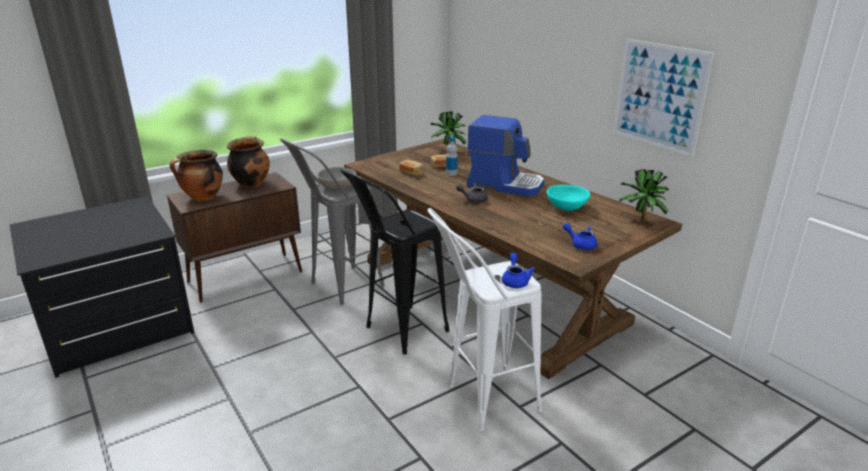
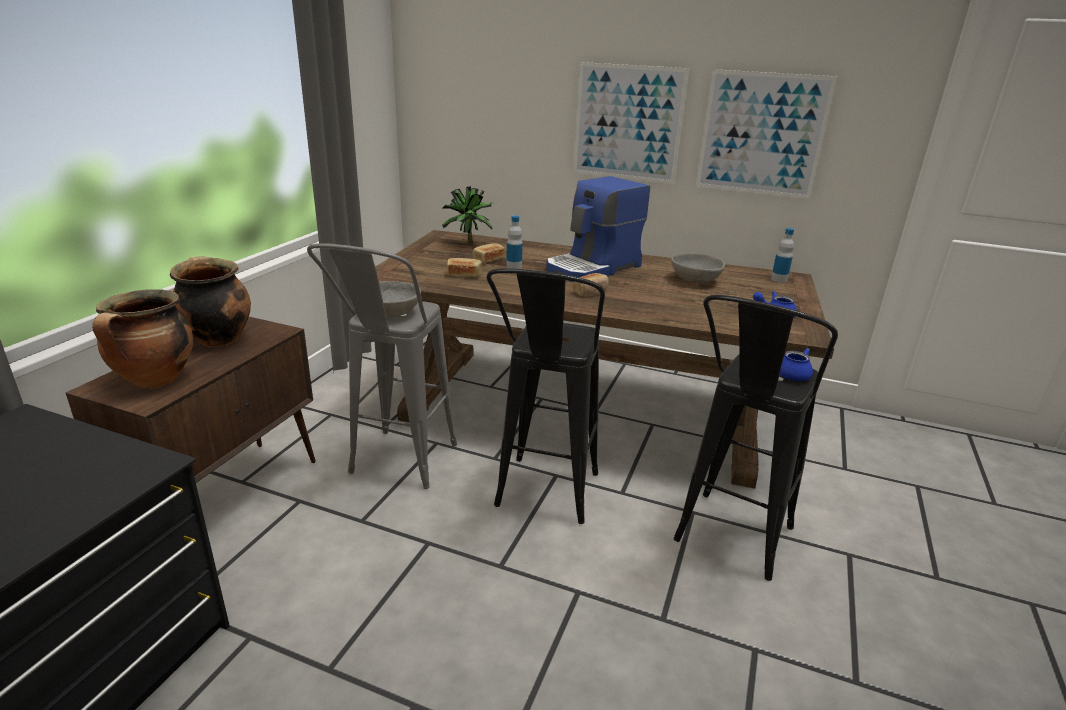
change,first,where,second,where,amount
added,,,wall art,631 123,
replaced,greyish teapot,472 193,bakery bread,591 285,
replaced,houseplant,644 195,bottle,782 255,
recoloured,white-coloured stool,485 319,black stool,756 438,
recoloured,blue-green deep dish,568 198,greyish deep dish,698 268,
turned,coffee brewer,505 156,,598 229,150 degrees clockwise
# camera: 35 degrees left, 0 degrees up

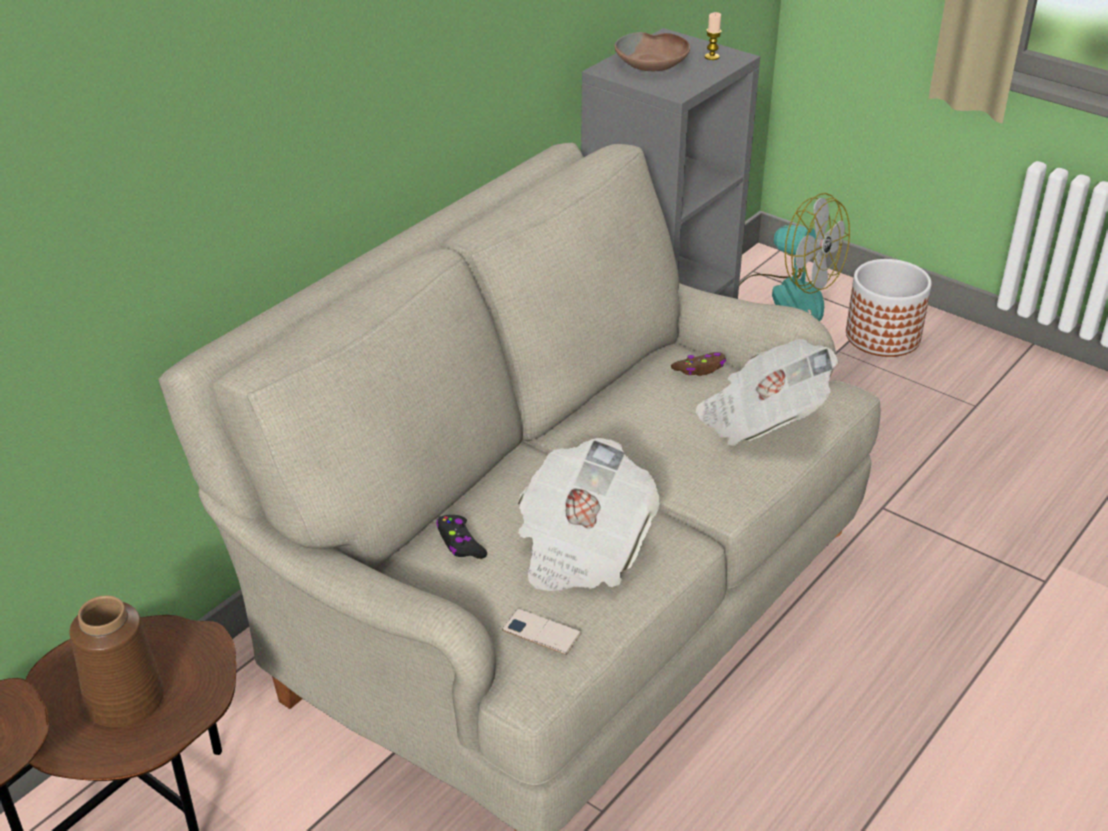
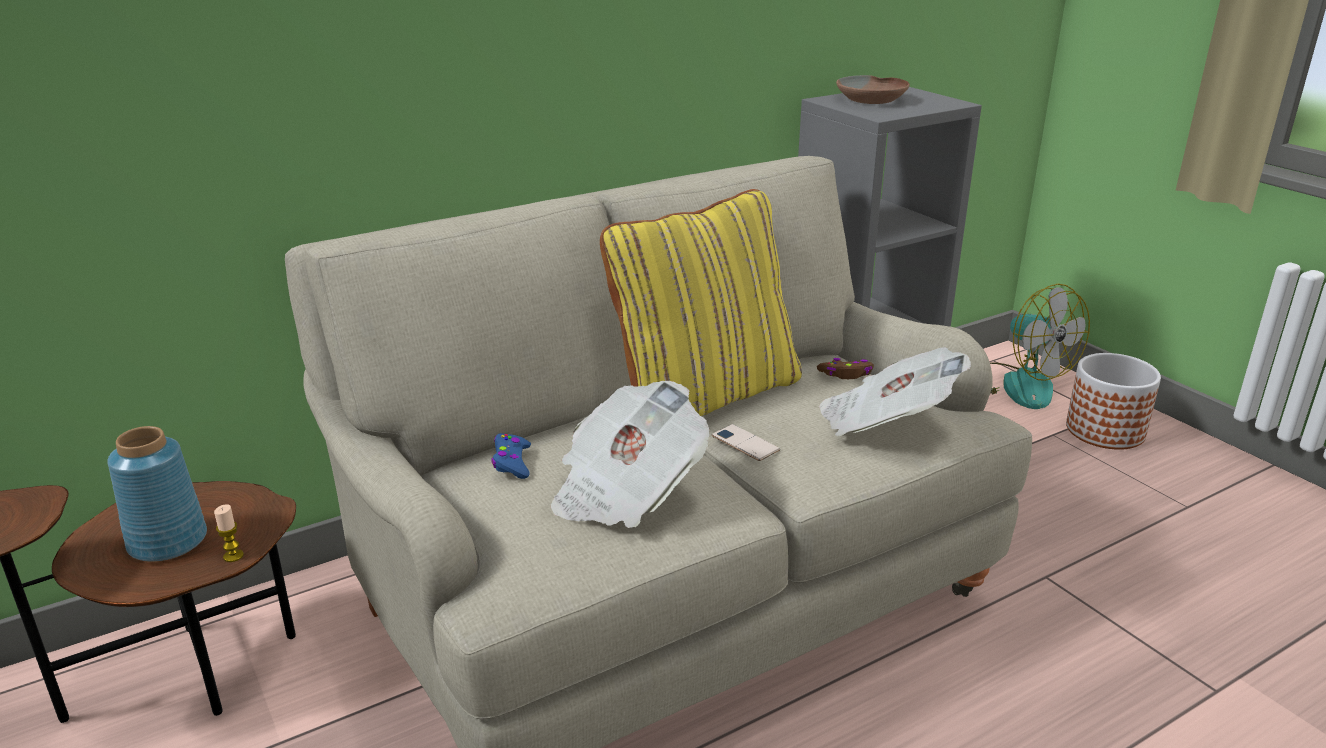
change,first,where,second,where,amount
added,,,yellowish throw pillow,701 302,
moved,handset,541 631,,745 442,
moved,wax candle,713 36,,229 533,
recoloured,brown decorative vase,117 661,bluish decorative vase,157 494,
recoloured,black gamepad,461 537,bluish gamepad,511 456,
# camera: 20 degrees right, 10 degrees down

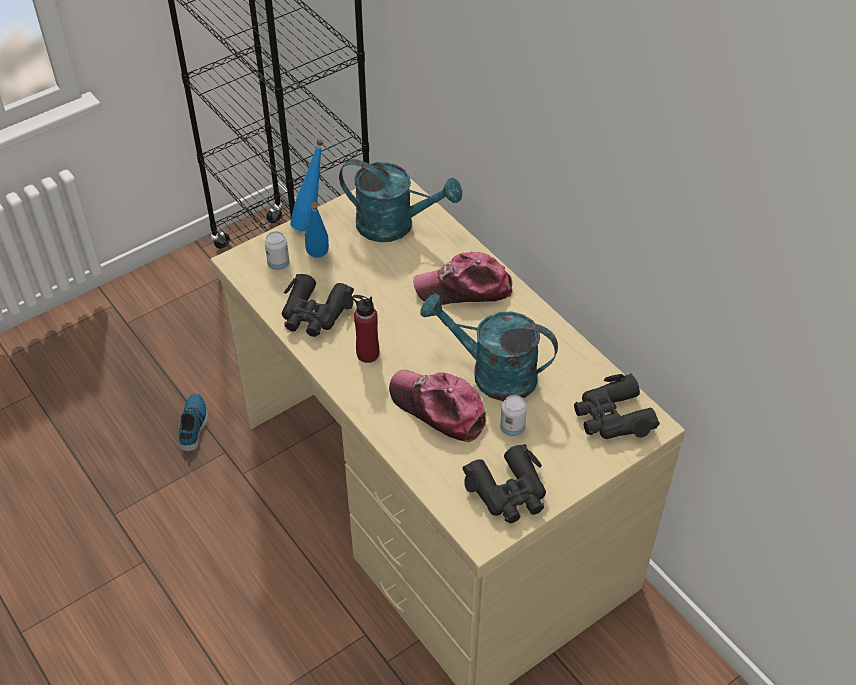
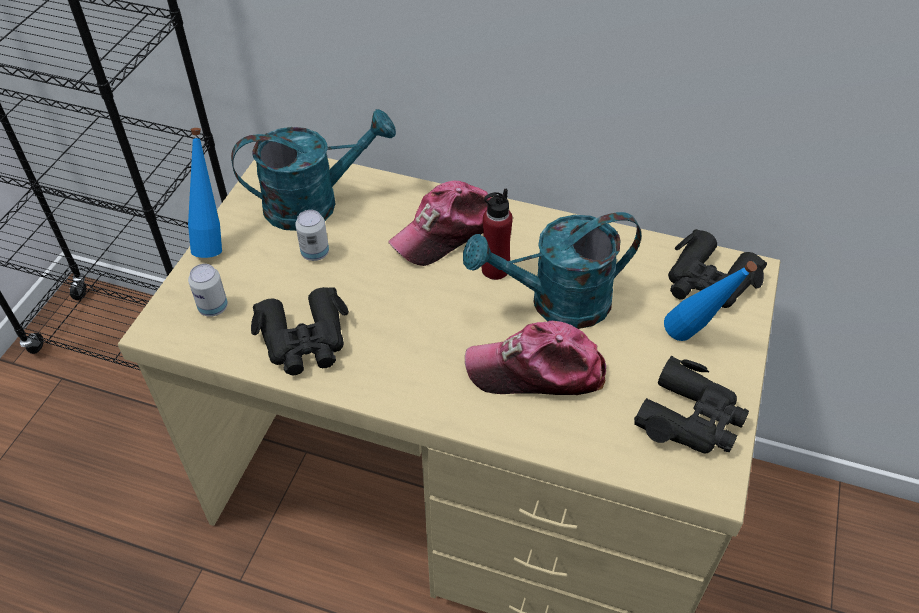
change,first,where,second,where,amount
removed,low shoe,193 422,,,
moved,bluish bottle,317 230,,710 301,
moved,reddish bottle,365 329,,497 234,
moved,metal can,513 416,,312 235,
# camera: 35 degrees left, 0 degrees up

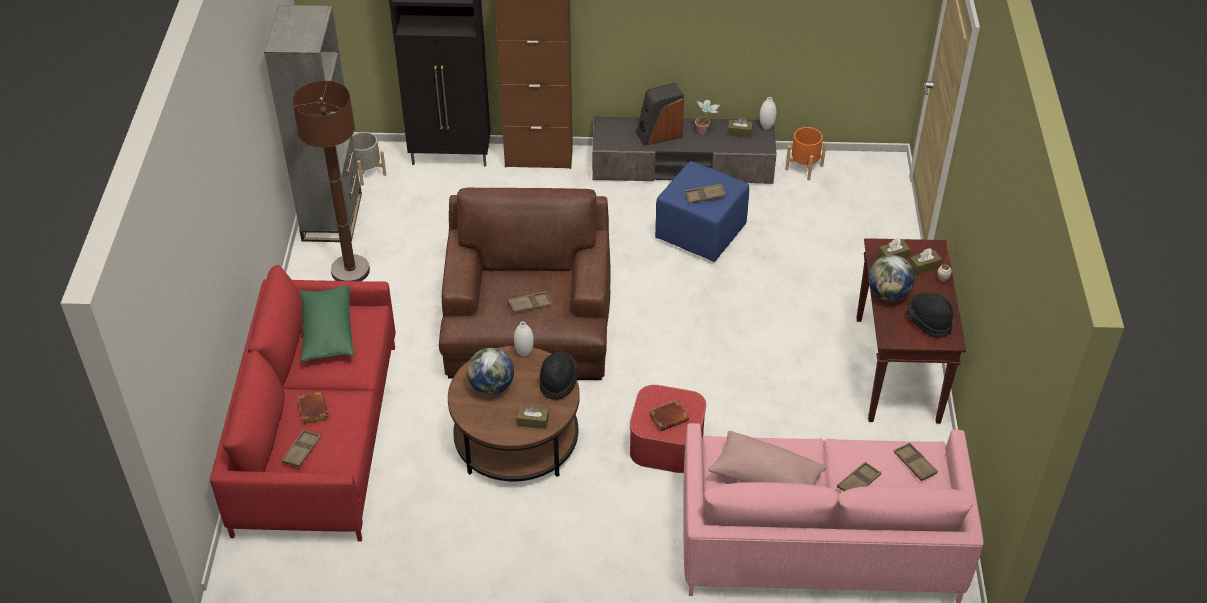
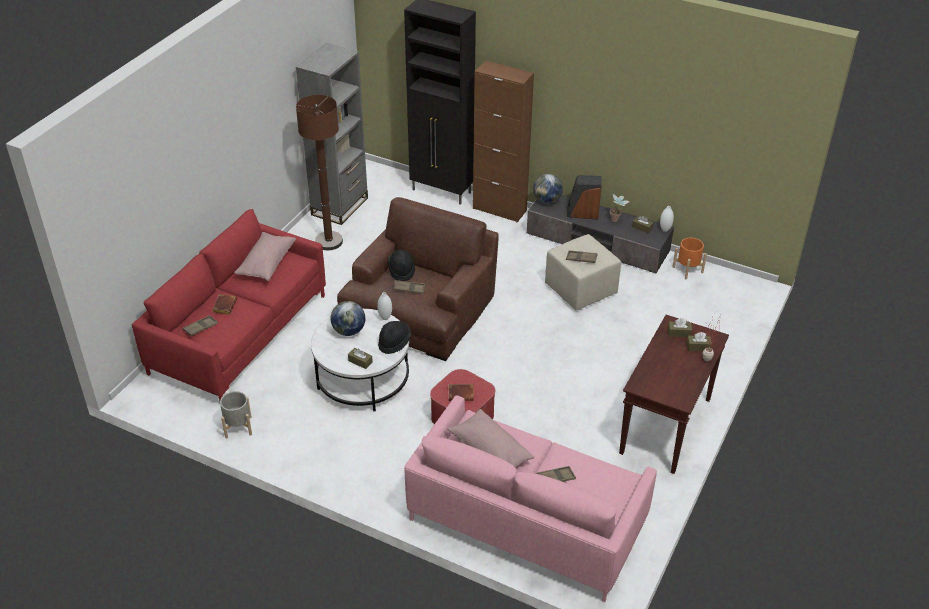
change,first,where,second,where,amount
removed,brown serving tray,916 461,,,
moved,greyish flower pot,369 159,,236 414,
moved,globe,891 278,,548 189,
moved,black clothing hat,930 315,,401 265,
recoloured,greenish throw pillow,326 323,pink-coloured throw pillow,265 256,
recoloured,brown lounge table,514 413,white-coloured lounge table,360 360,
recoloured,bluish footrest,702 211,beige-coloured footrest,583 272,
# camera: 25 degrees right, 5 degrees down

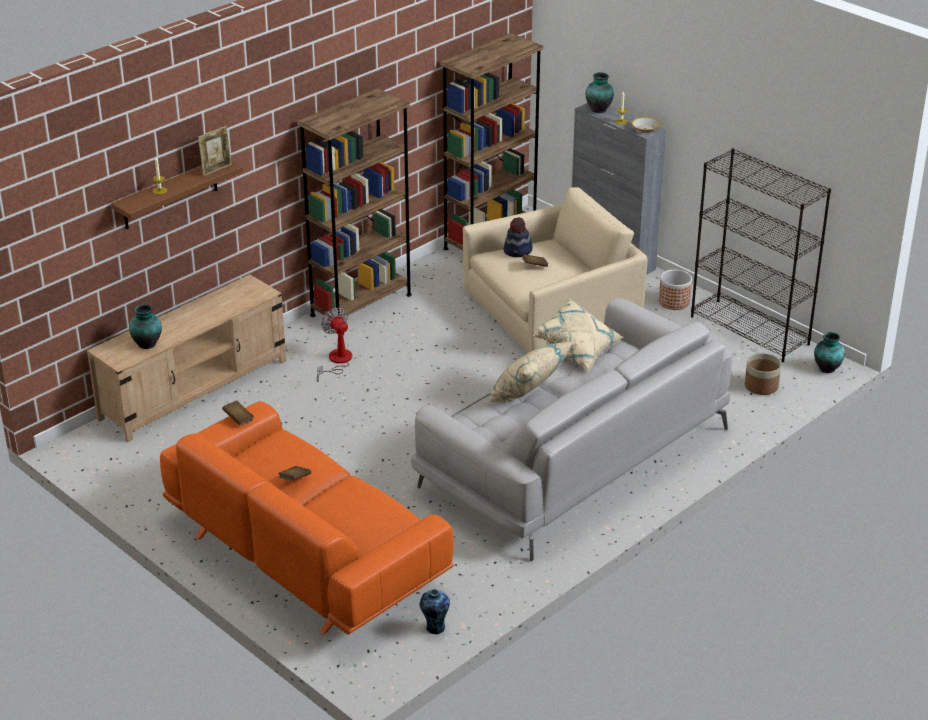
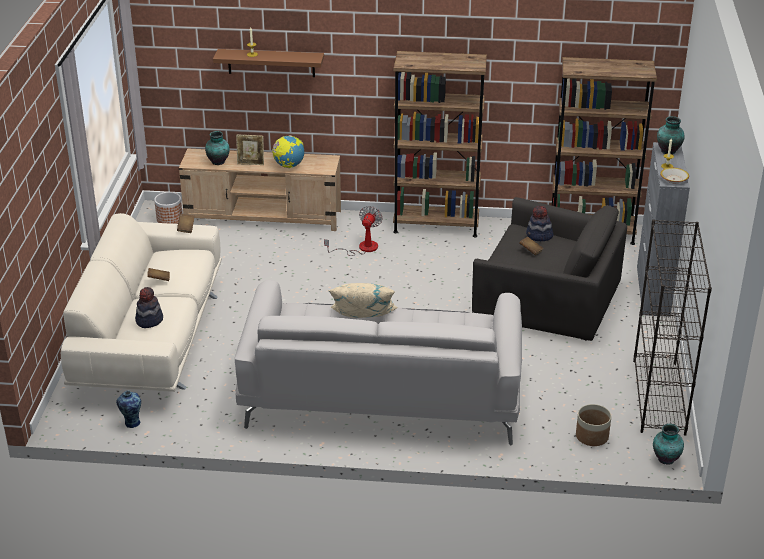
change,first,where,second,where,amount
removed,beige-coloured throw pillow,578 335,,,
added,,,clothing hat,149 307,
added,,,globe,288 151,
moved,photo frame,215 151,,250 149,
moved,flower pot,675 290,,168 208,
recoloured,orangey couch,307 518,beige-coloured couch,141 302,
recoloured,beige-coloured easy chair,555 270,black easy chair,549 269,
# camera: 50 degrees right, 0 degrees up

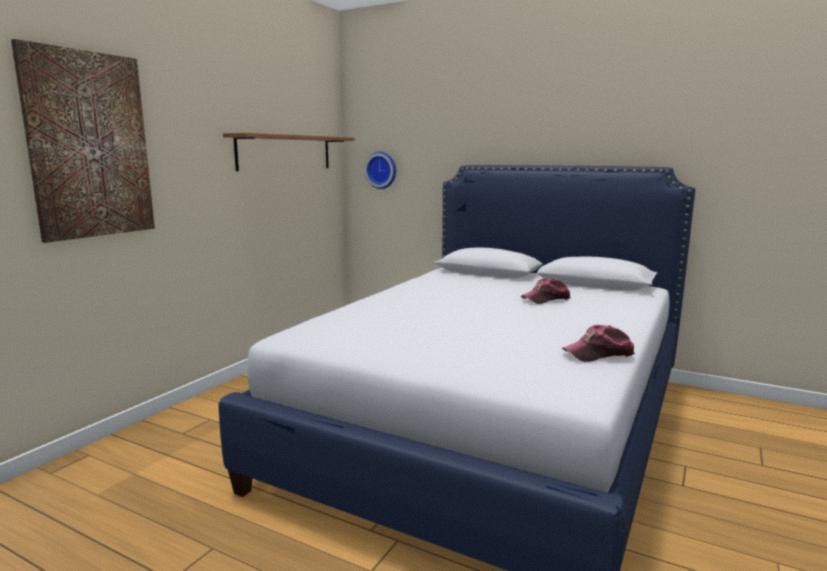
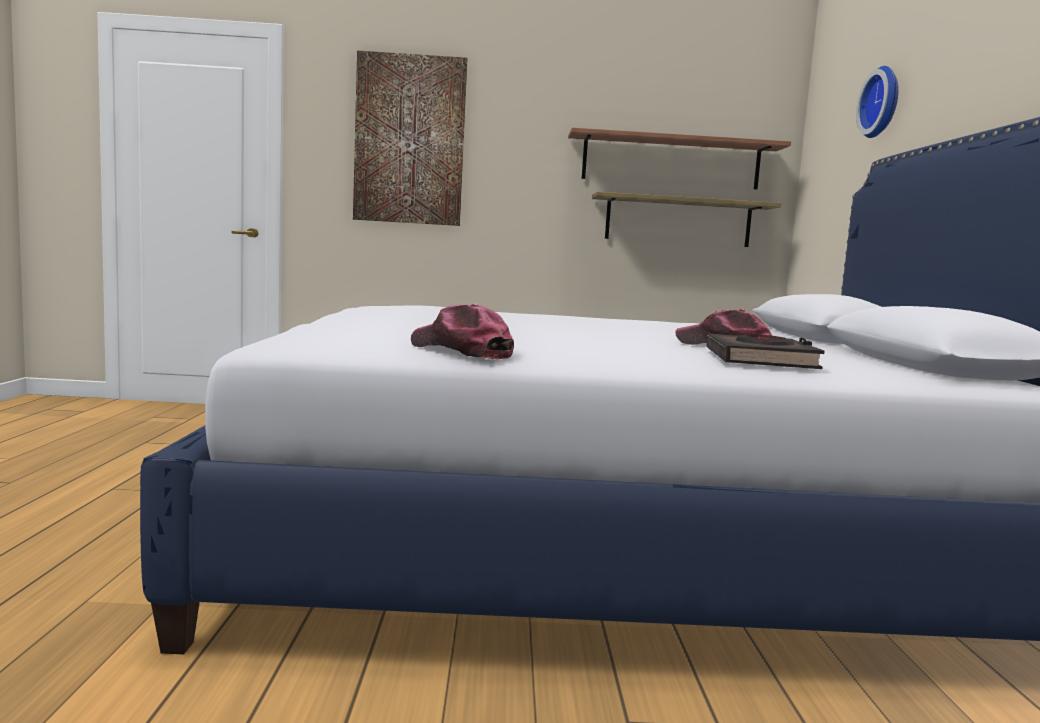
change,first,where,second,where,amount
added,,,shelf,687 219,
added,,,black book,765 351,
moved,clock on the wall,380 170,,877 102,
# camera: 60 degrees right, 5 degrees down

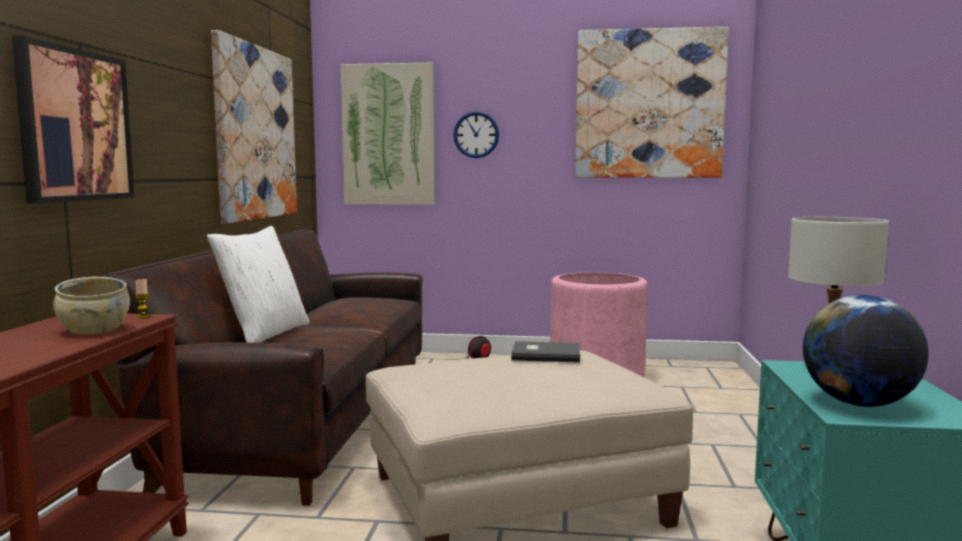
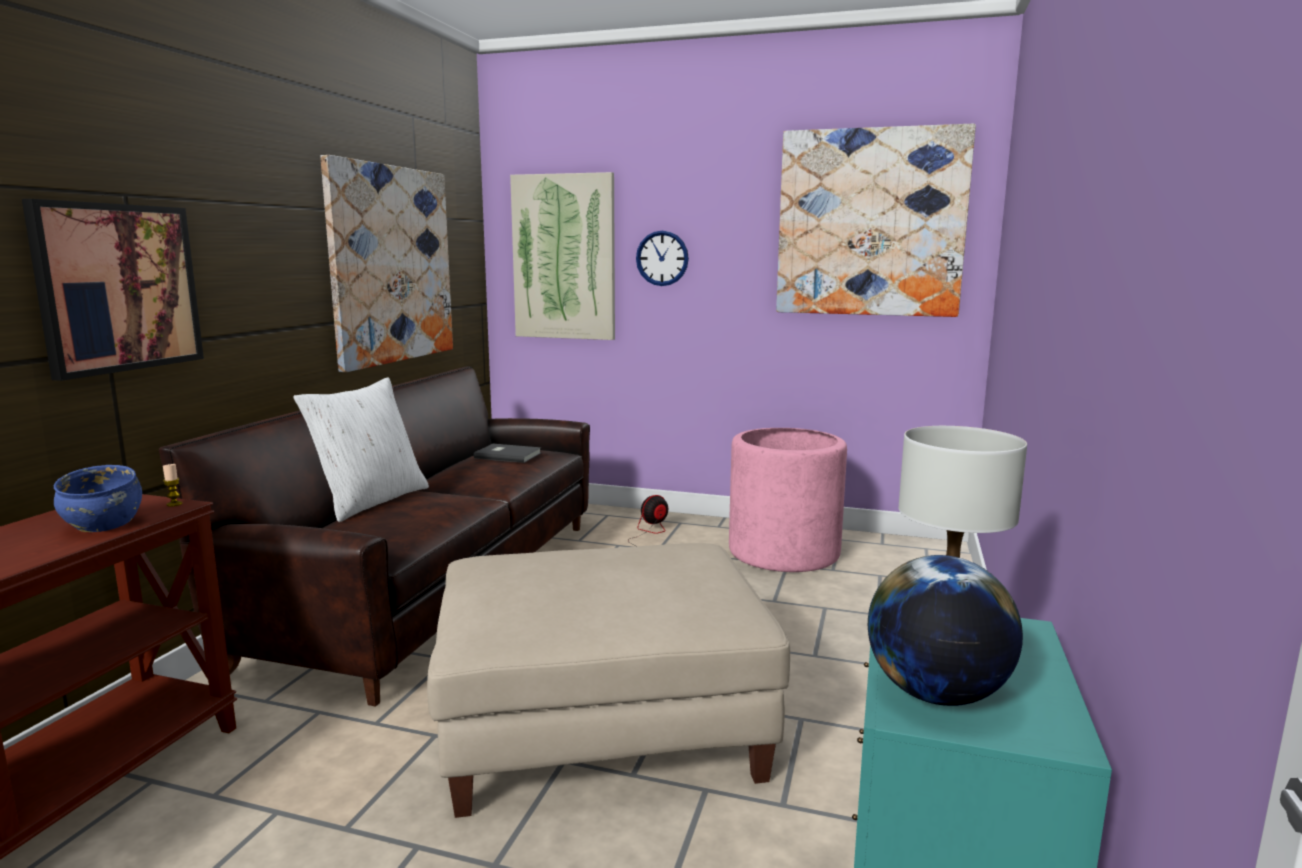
change,first,where,second,where,amount
moved,greyish book,545 352,,507 453,
recoloured,beige-coloured deep dish,91 306,bluish deep dish,98 498,
# camera: 10 degrees right, 5 degrees up

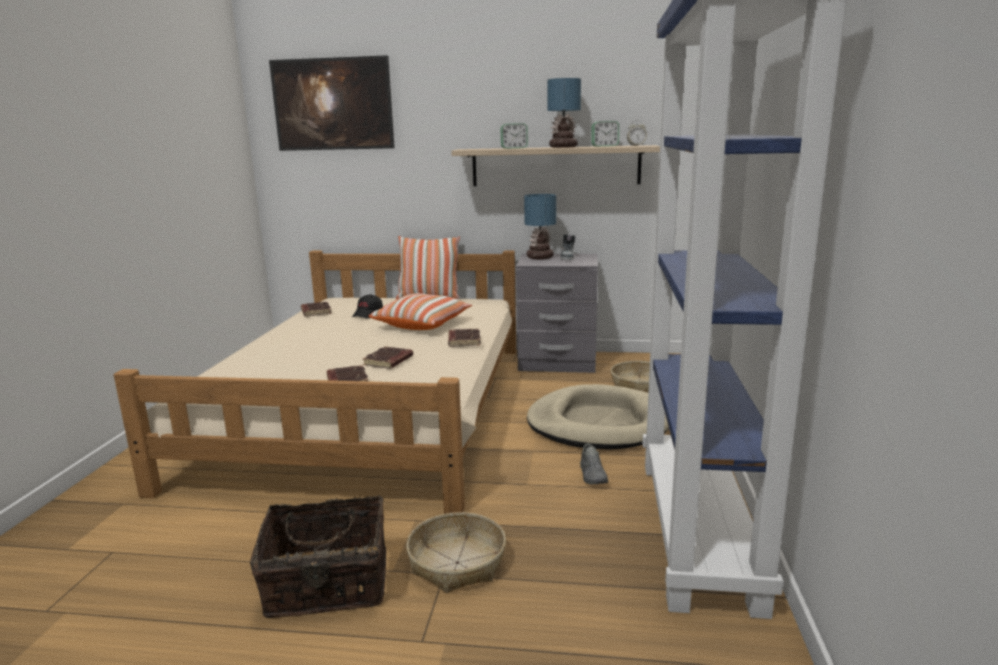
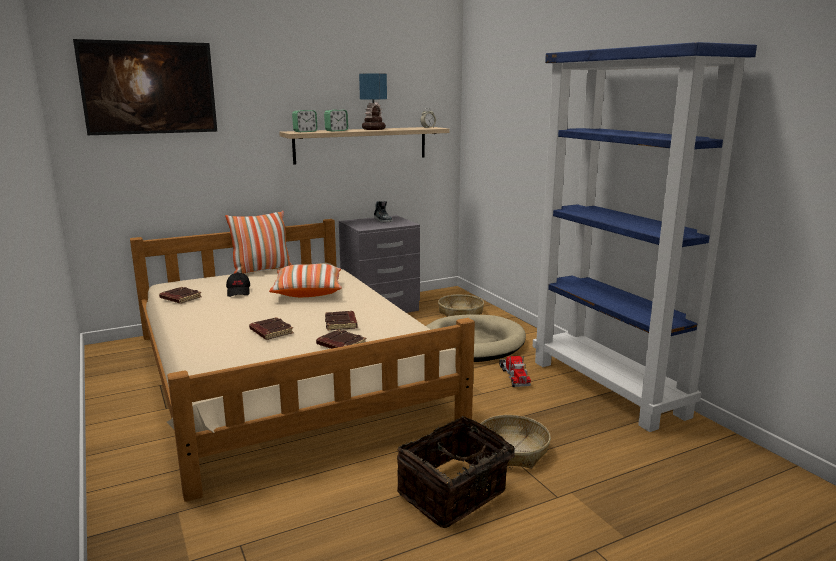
change,first,where,second,where,amount
removed,lamp for a table,540 226,,,
moved,brown book,464 338,,271 328,
moved,alarm clock,605 134,,305 121,
replaced,greyish low shoe,594 464,model truck,515 371,
# camera: 35 degrees left, 0 degrees up

